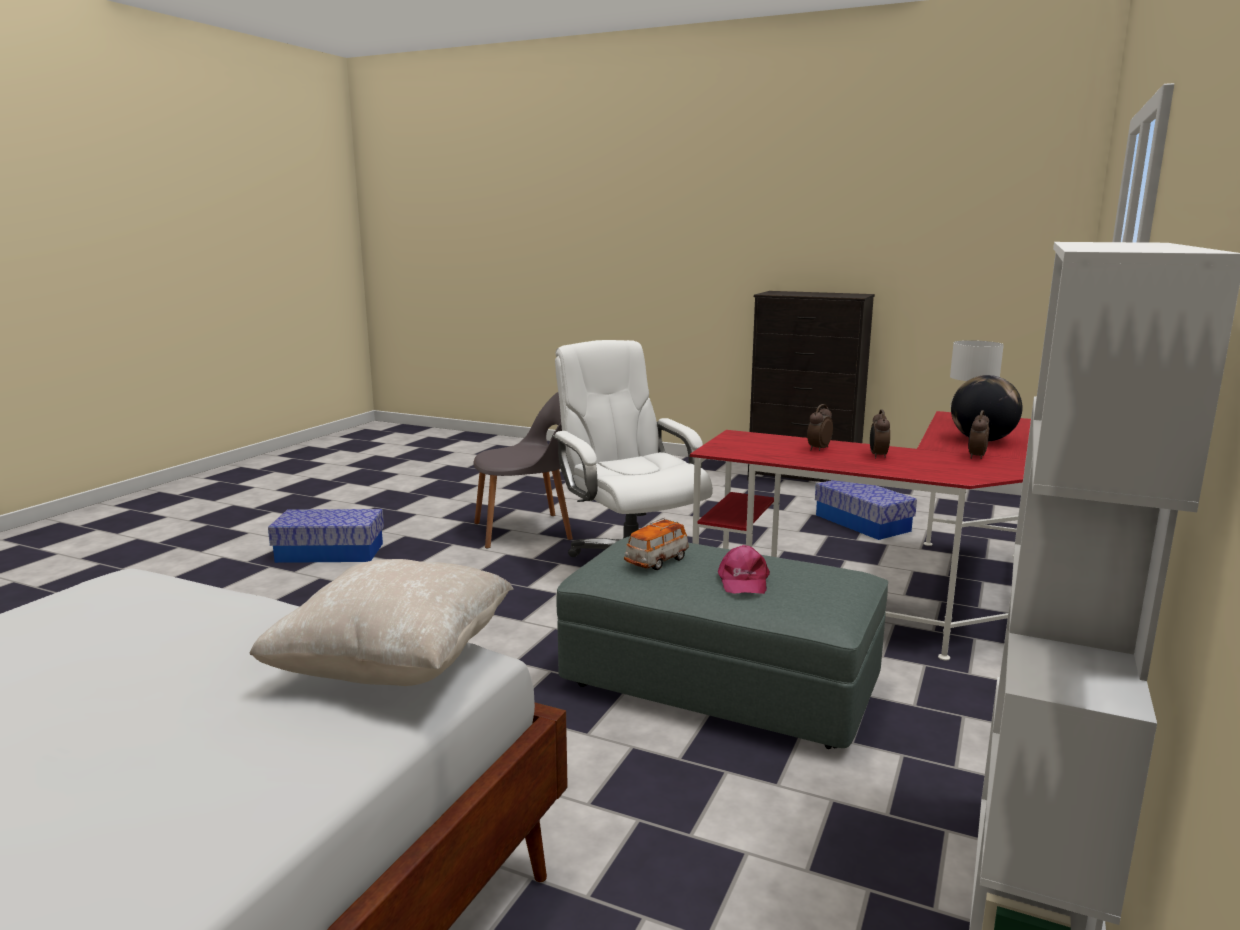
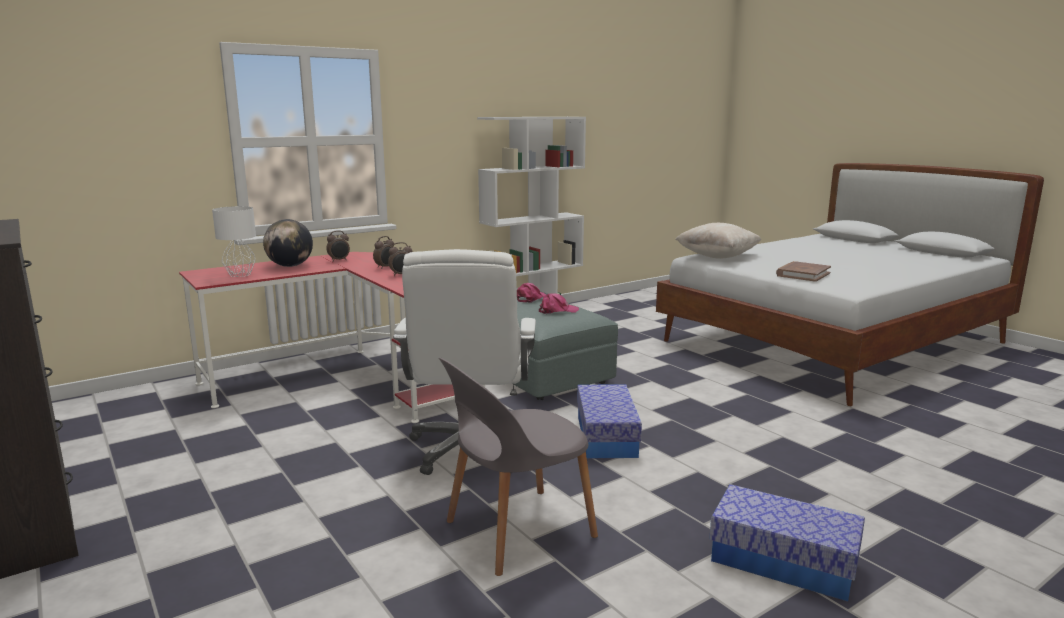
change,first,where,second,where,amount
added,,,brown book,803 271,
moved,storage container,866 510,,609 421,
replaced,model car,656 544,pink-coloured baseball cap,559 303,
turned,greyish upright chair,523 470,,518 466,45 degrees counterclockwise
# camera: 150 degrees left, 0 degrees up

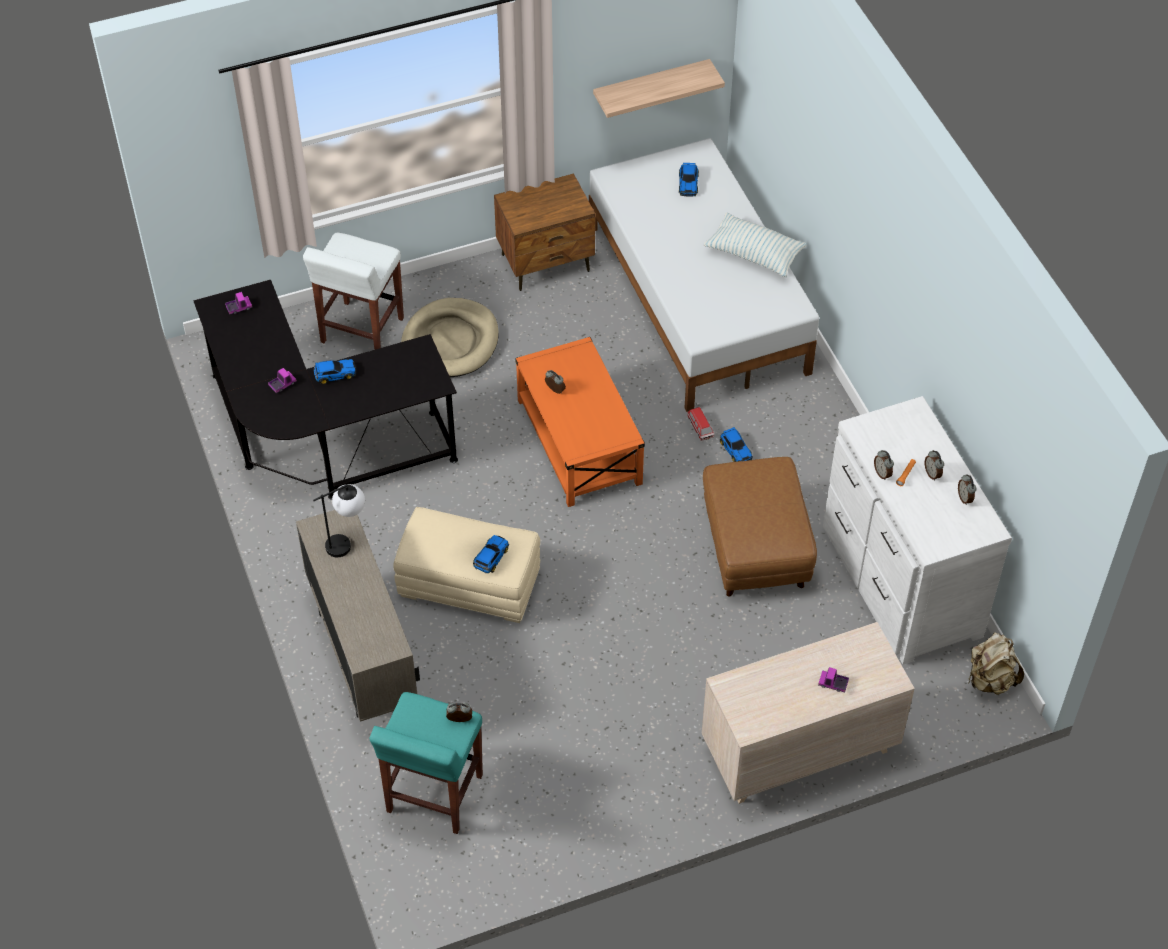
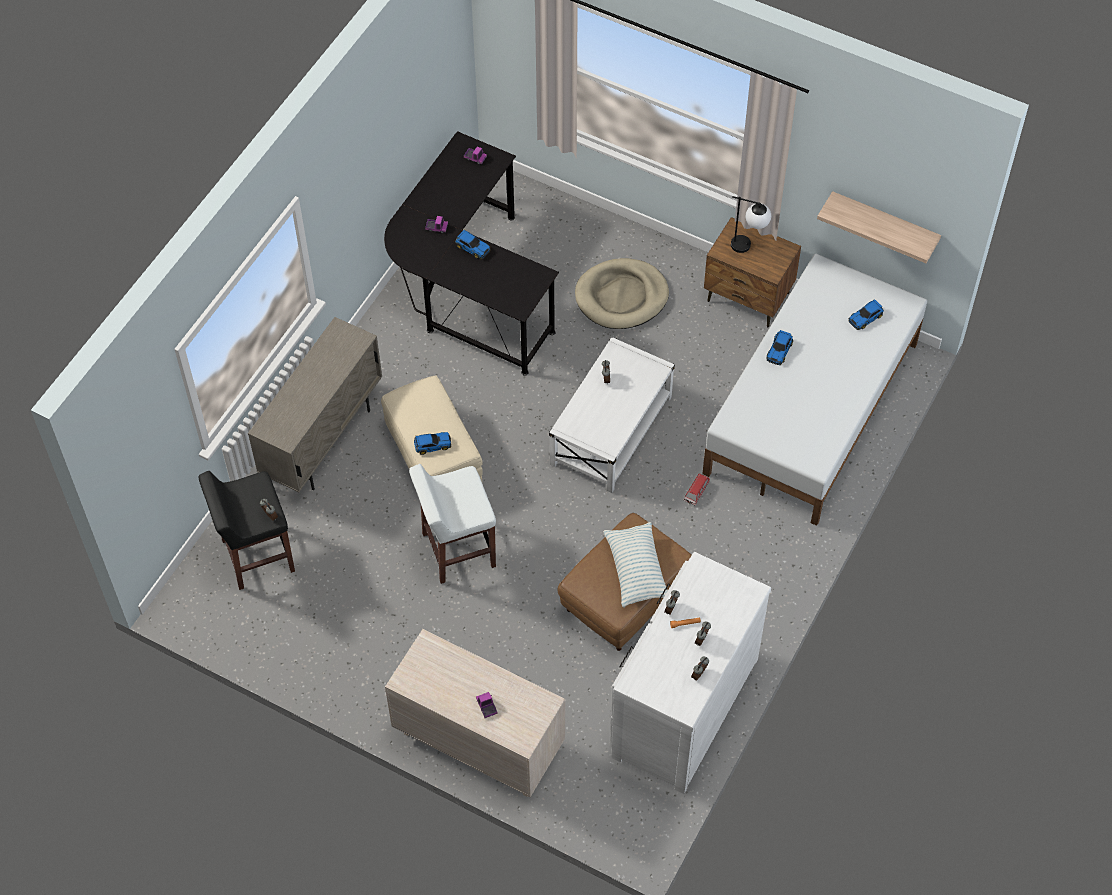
change,first,where,second,where,amount
removed,beige-coloured rucksack,996 664,,,
moved,white-coloured stool,353 291,,452 524,
moved,lamp for a table,339 520,,751 224,
moved,throw pillow,755 245,,635 565,
moved,model car,736 444,,779 347,
recoloured,blue-green stool,426 763,black stool,246 530,
recoloured,orangey lounge table,580 422,white-coloured lounge table,612 415,
# camera: 50 degrees right, 5 degrees up

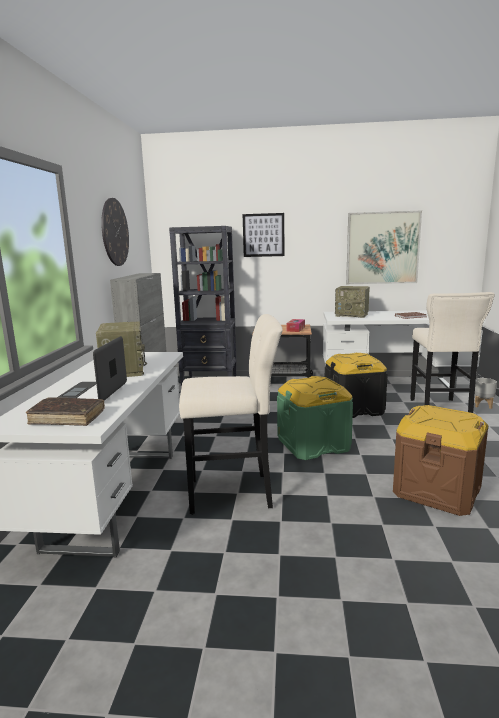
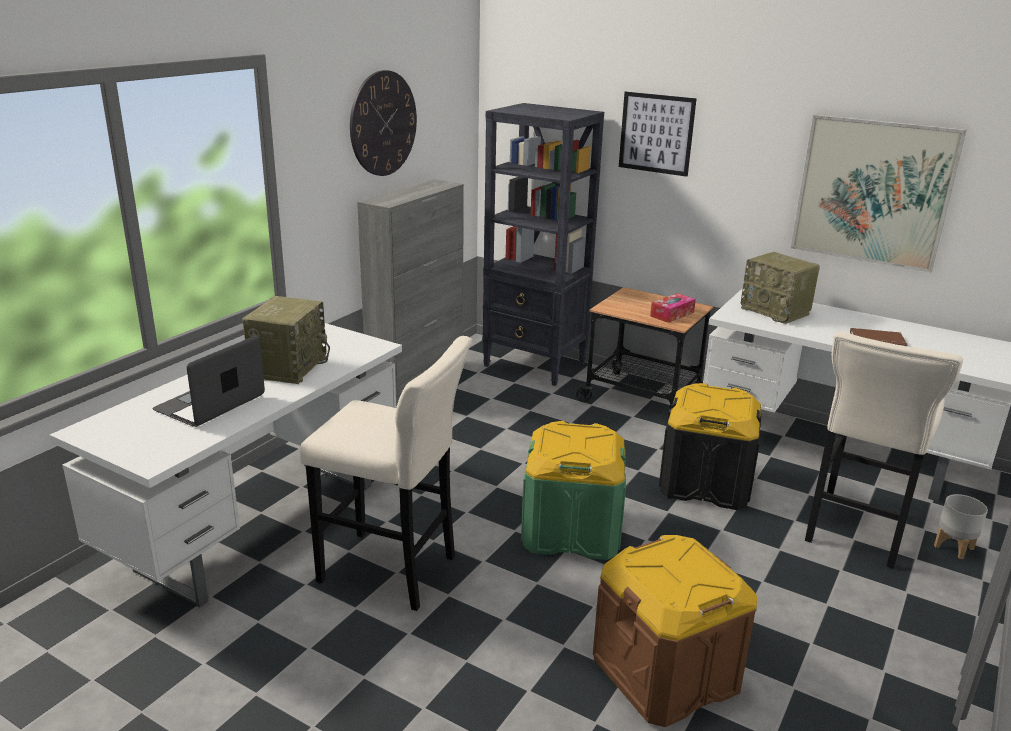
change,first,where,second,where,amount
removed,brown book,65 411,,,
# camera: 25 degrees right, 10 degrees up

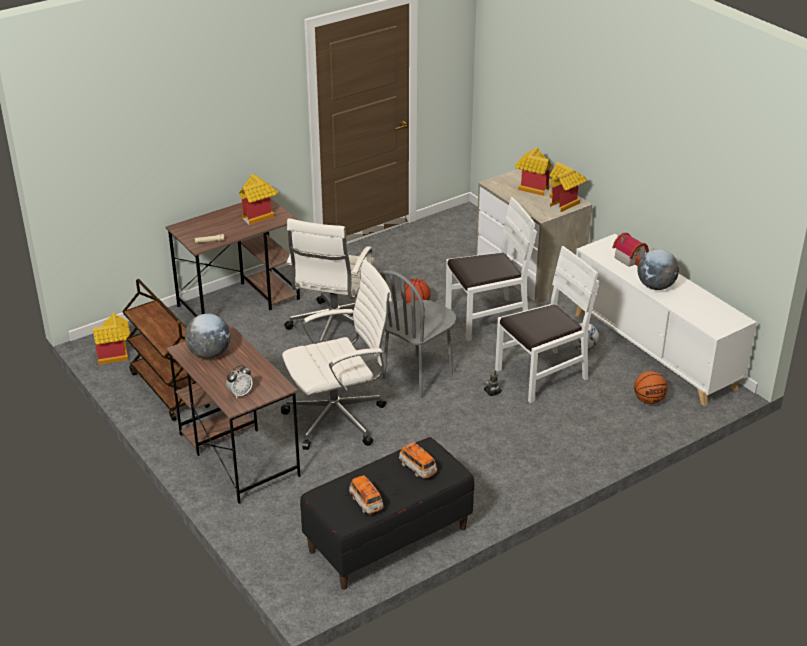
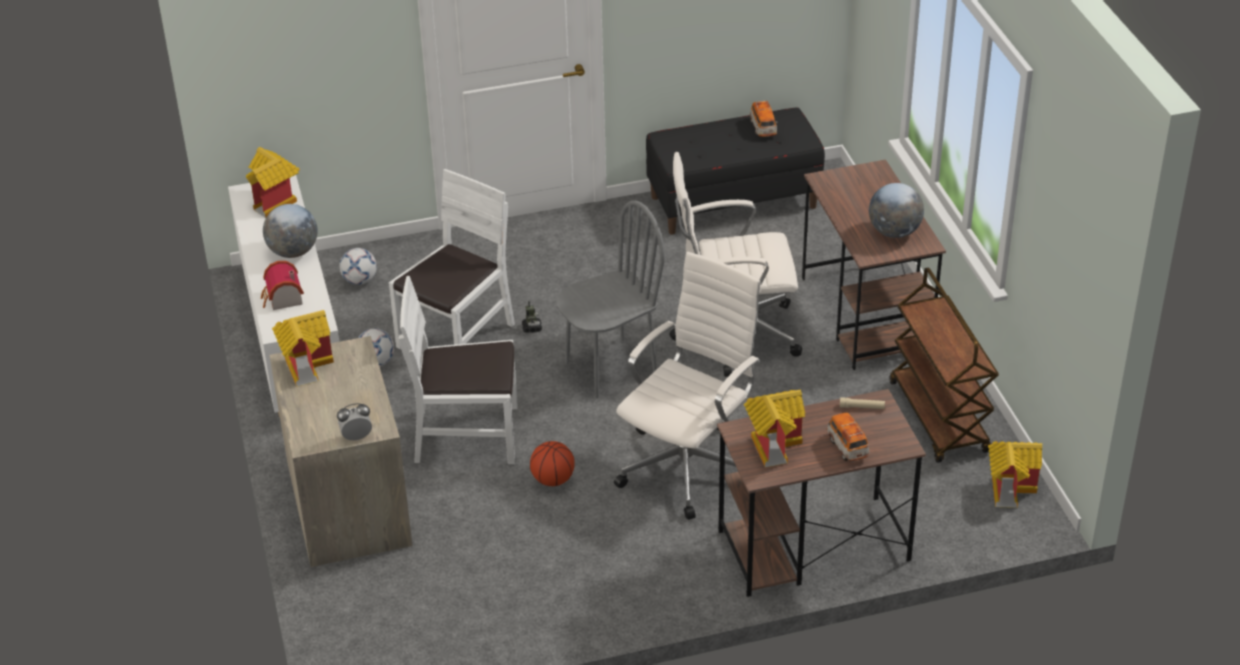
change,first,where,second,where,amount
moved,alarm clock,239 382,,354 422,
moved,model car,418 460,,848 437,
moved,model house,533 171,,273 182,
replaced,basketball ball,651 387,football ball,358 266,
turned,white-coloured upright chair,547 324,,452 259,135 degrees clockwise
# camera: 160 degrees left, 5 degrees up

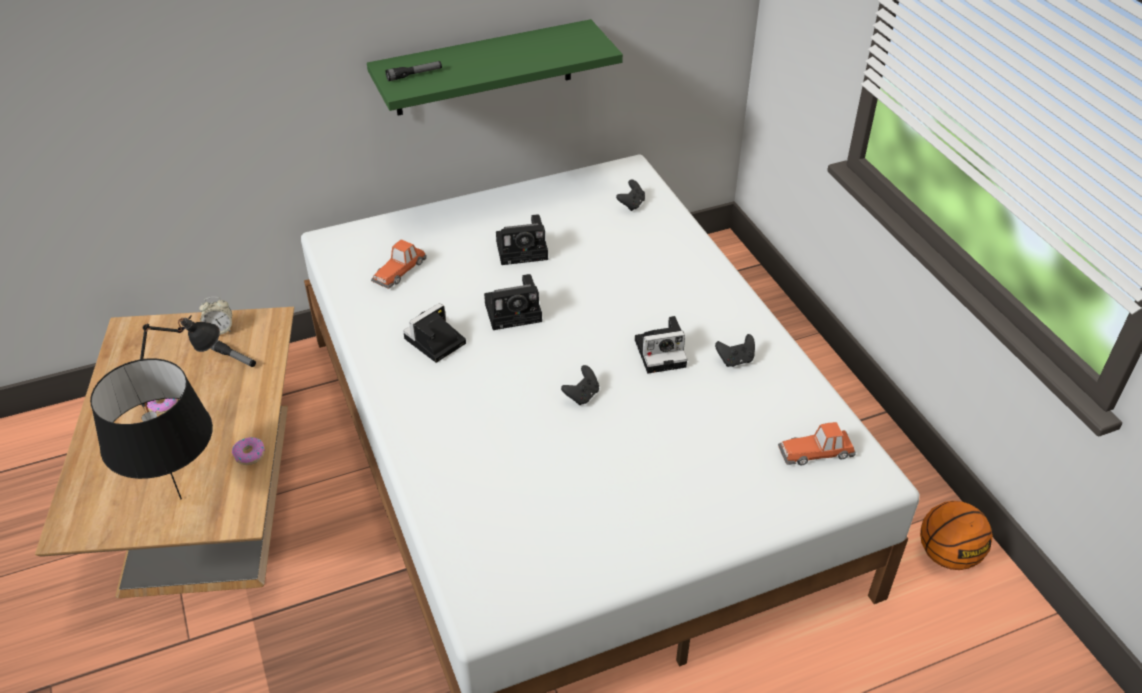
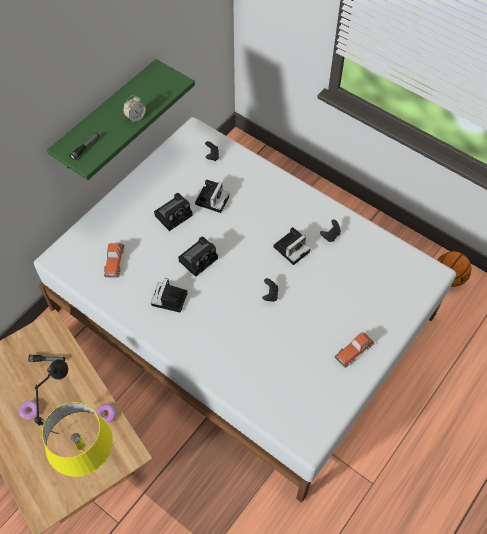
change,first,where,second,where,amount
added,,,photo camera,212 196,
moved,alarm clock,215 316,,134 109,
moved,model car,817 444,,354 350,
recoloured,black lamp for a table,151 428,yellowish lamp for a table,77 439,
# camera: 30 degrees left, 15 degrees up

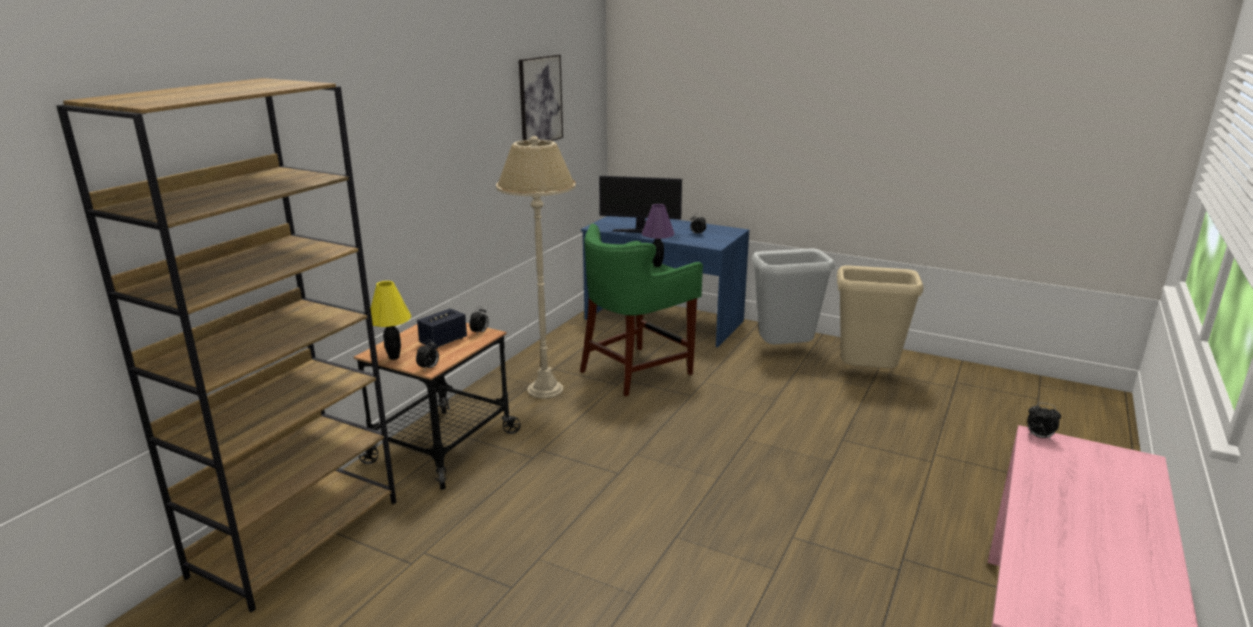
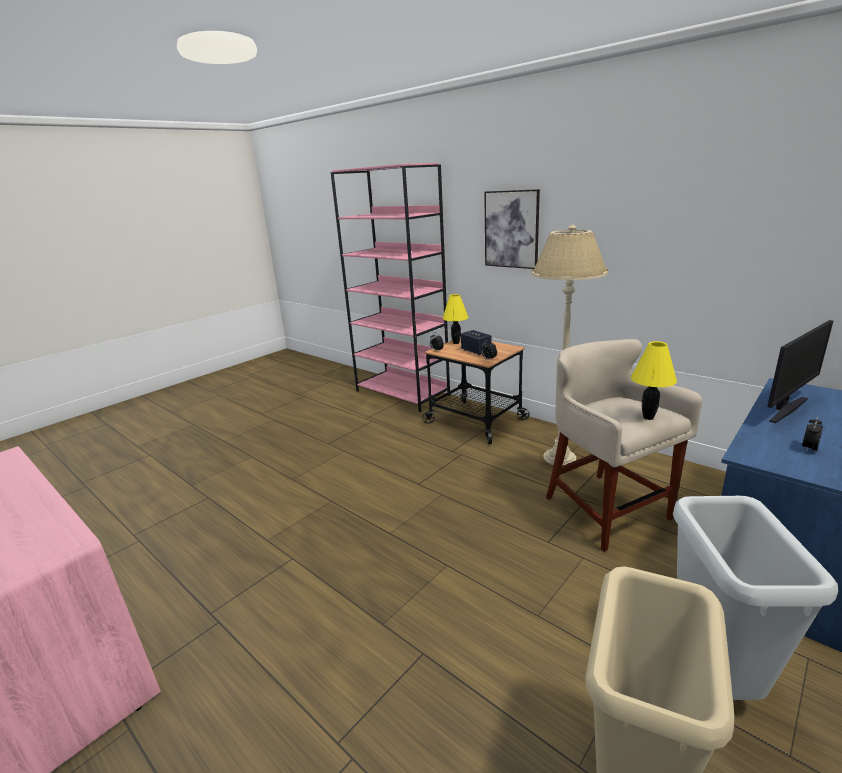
change,first,where,second,where,amount
removed,alarm clock,1044 421,,,
moved,wall art,541 98,,512 229,
recoloured,brown bookcase,226 345,pink-coloured bookcase,390 287,
recoloured,greenish stool,641 310,beige-coloured stool,624 445,
recoloured,purple-coloured lamp for a table,658 235,yellowish lamp for a table,654 380,
turned,computer screen,640 204,,800 371,150 degrees counterclockwise
# camera: 105 degrees right, 0 degrees up

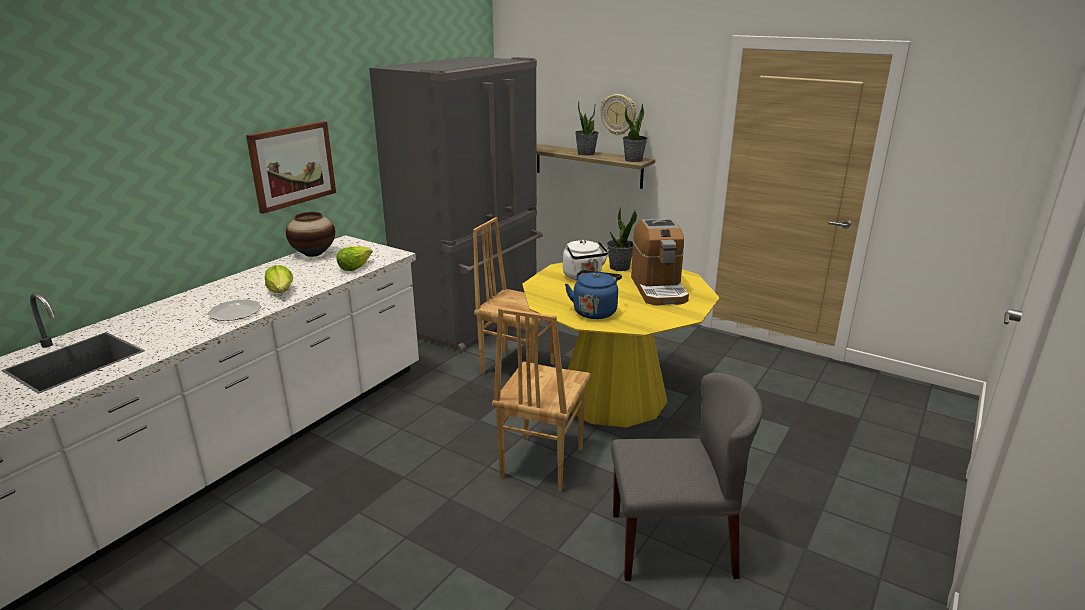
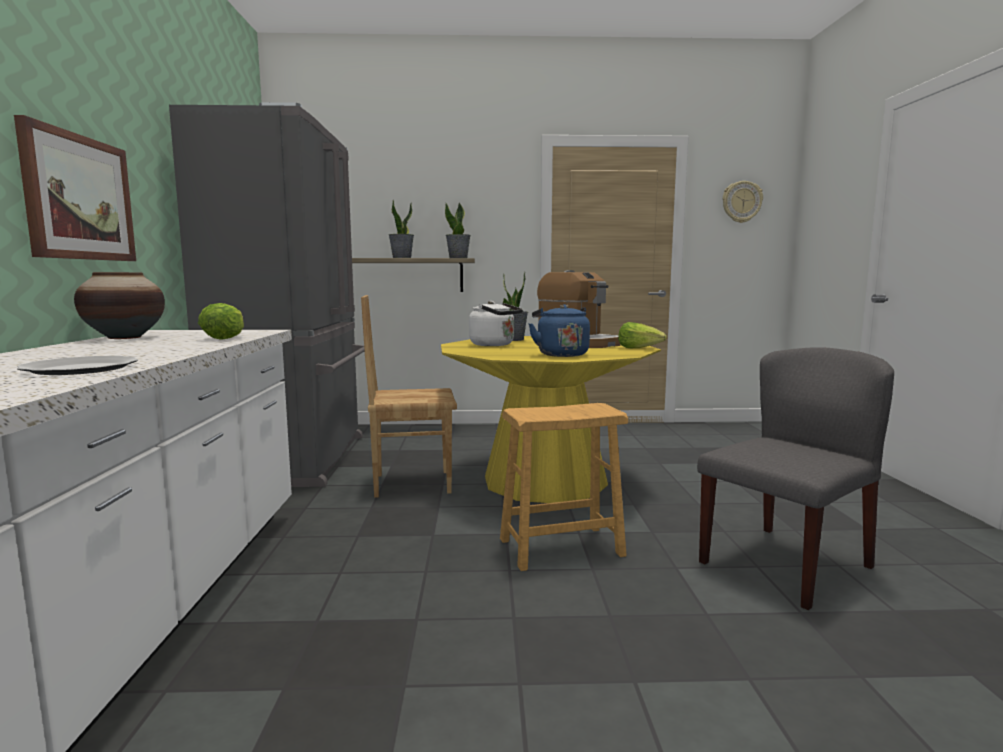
change,first,where,second,where,amount
moved,lettuce head,279 279,,642 335,
moved,clock on the wall,618 114,,743 202,
replaced,brown upright chair,541 400,brown stool,564 487,
# camera: 35 degrees left, 15 degrees down

